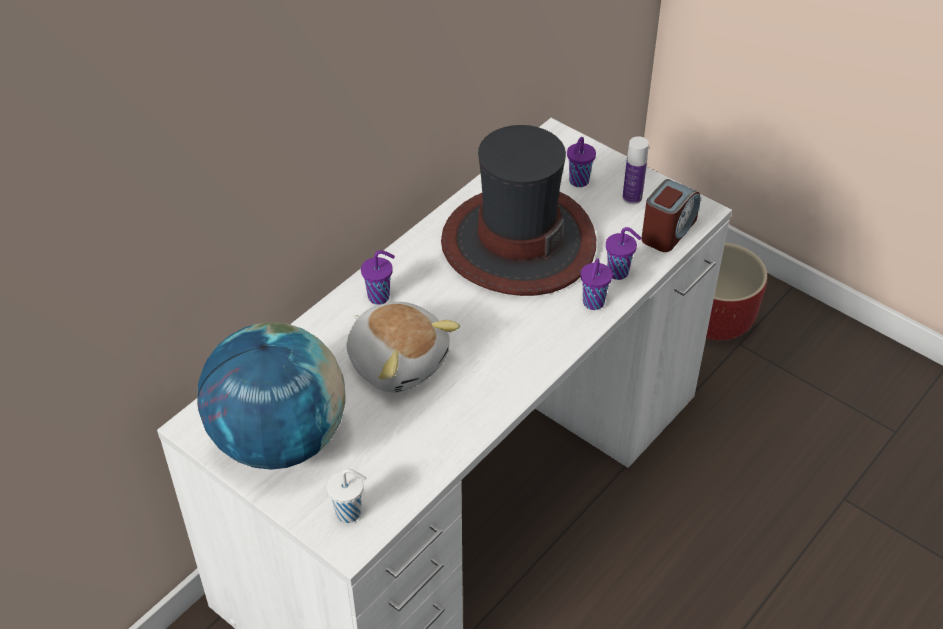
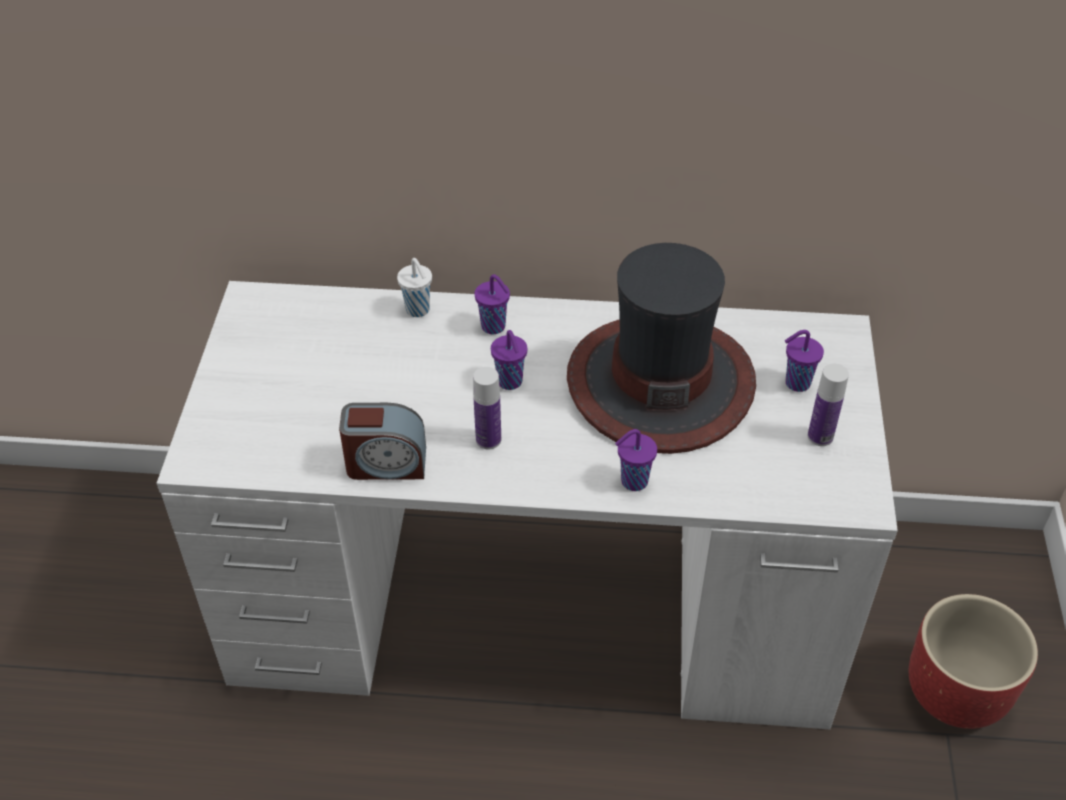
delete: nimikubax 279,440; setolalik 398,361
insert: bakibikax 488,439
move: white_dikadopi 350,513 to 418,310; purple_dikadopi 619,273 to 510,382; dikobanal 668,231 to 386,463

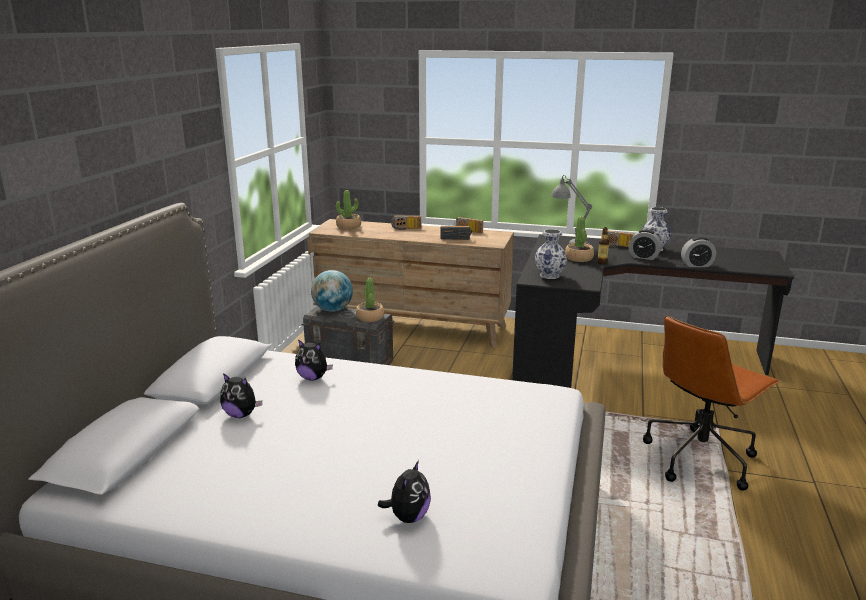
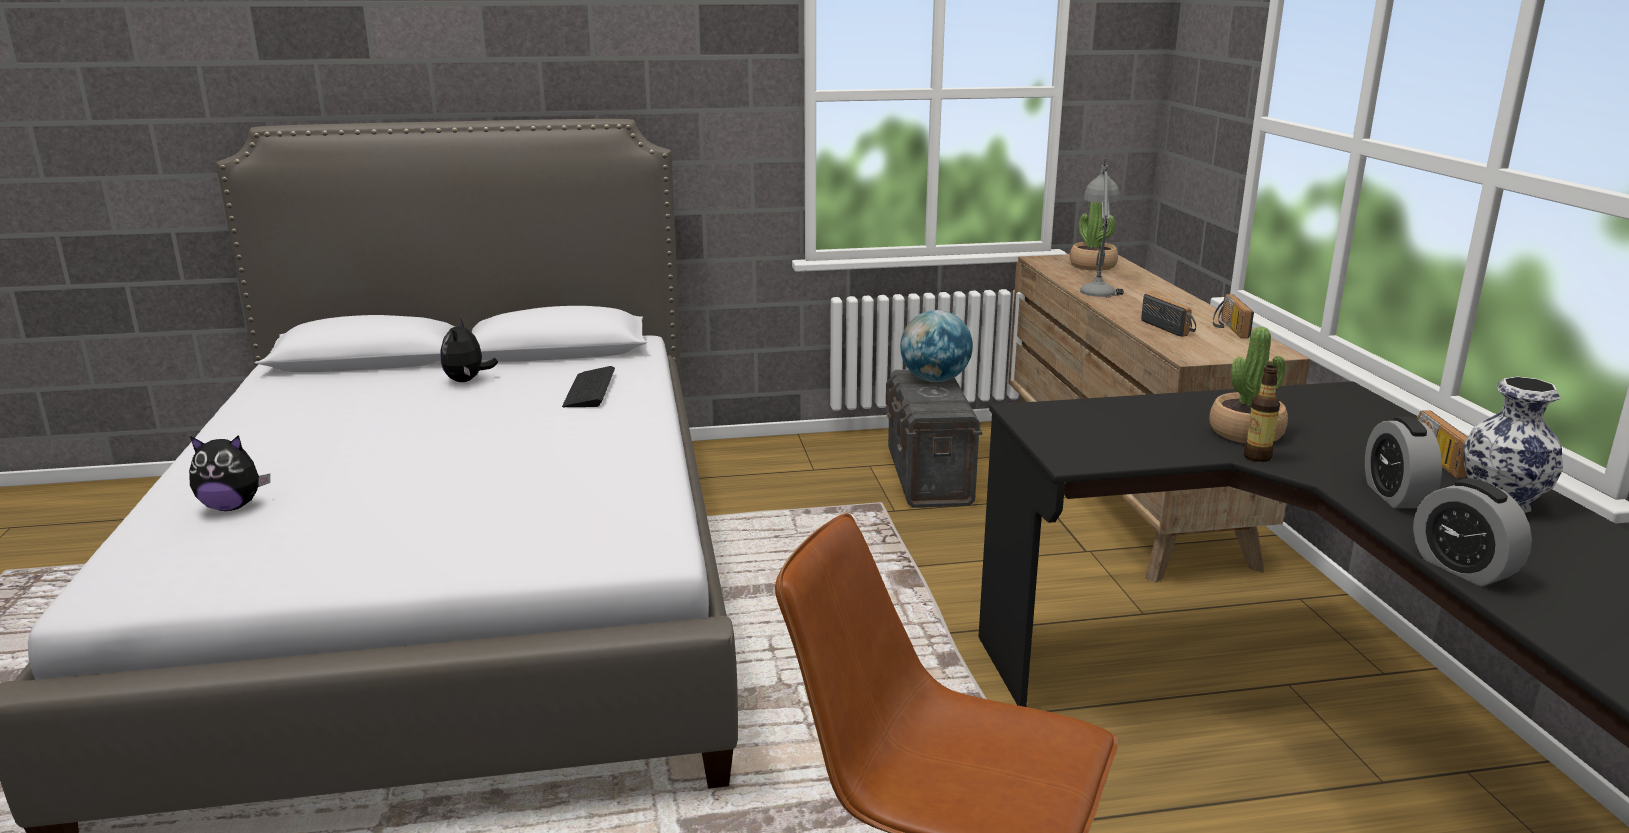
delete: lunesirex 370,317; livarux 406,228; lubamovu 549,275
move: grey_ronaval 569,241 to 1097,287
replace: setolalik 313,378 to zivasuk 589,390

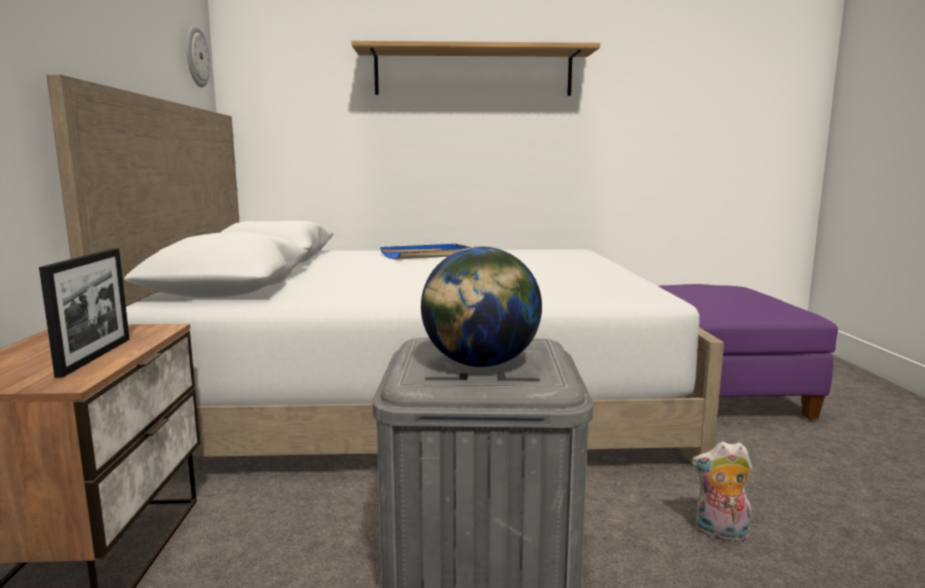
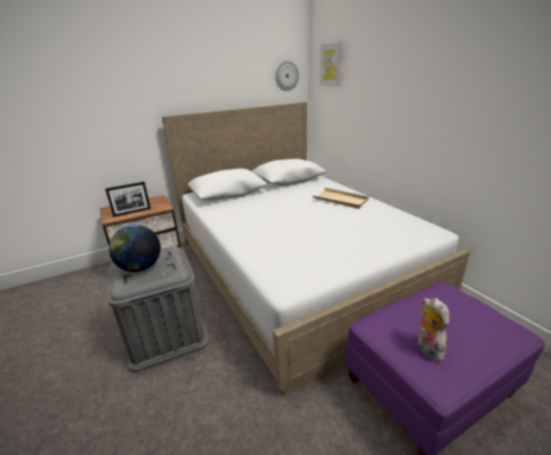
delete: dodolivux 473,73
insert: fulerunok 331,65
move: setolalik 720,534 to 426,348
recolor: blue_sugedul 428,255 to beige_sugedul 340,200

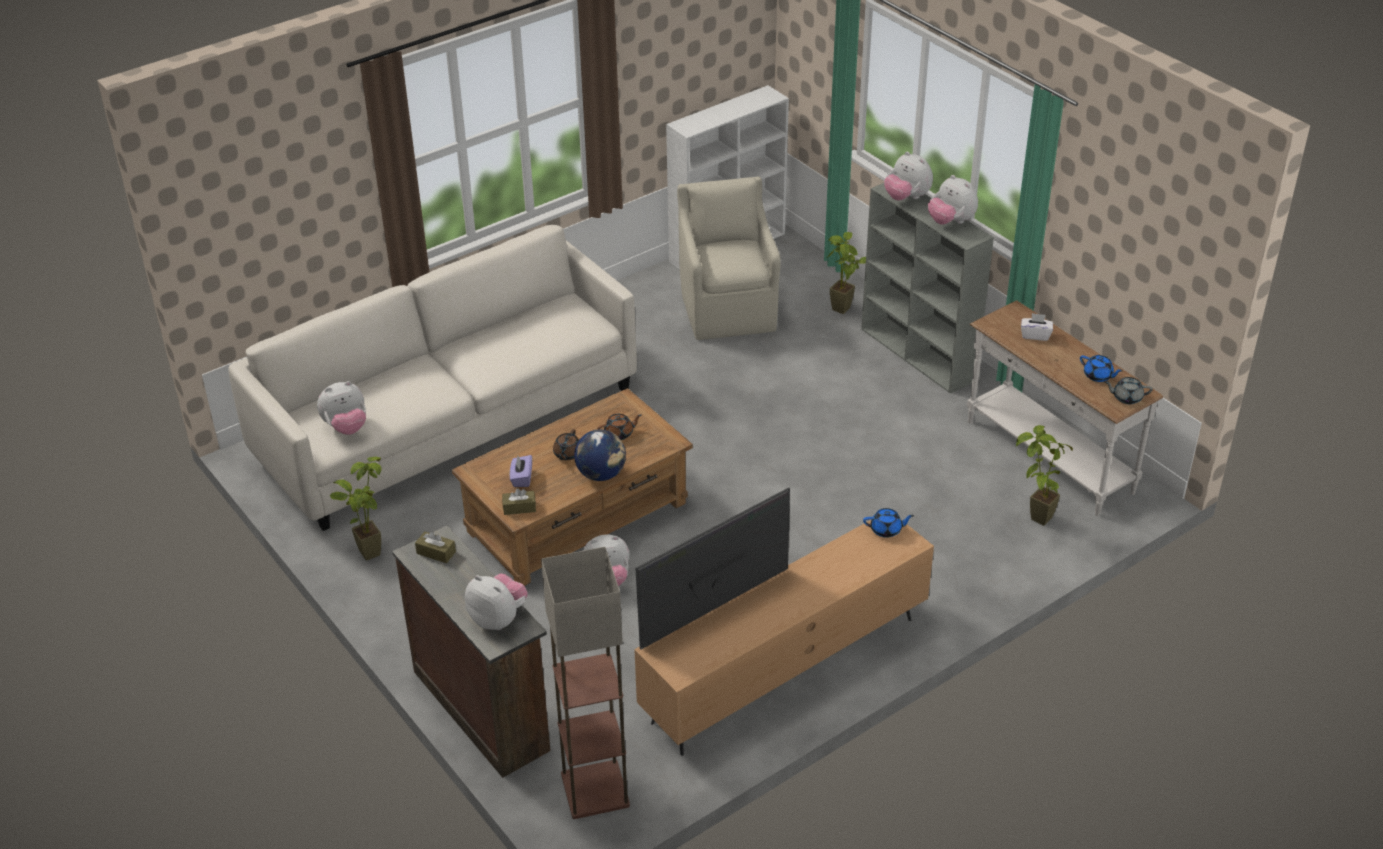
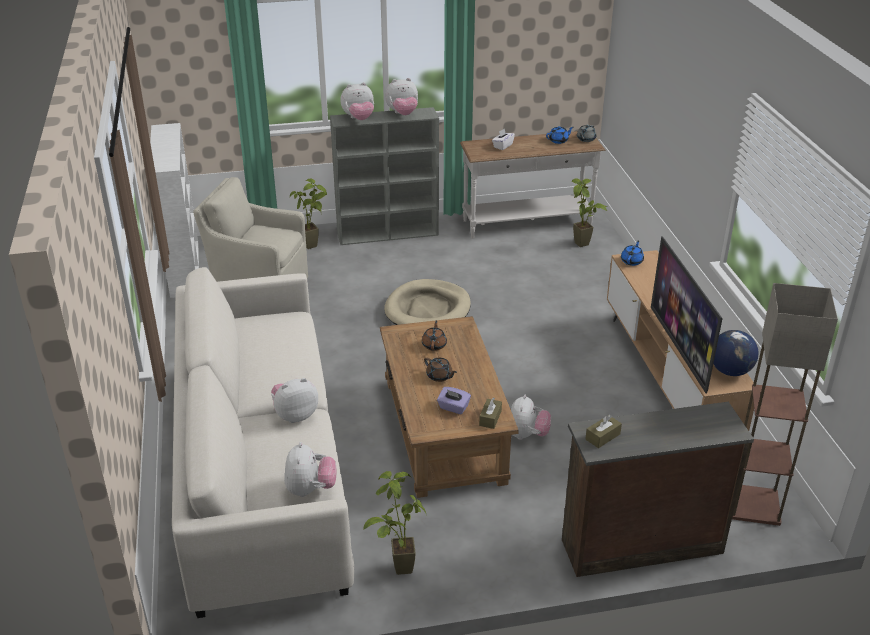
insert: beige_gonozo 428,310
move: setolalik 498,618 to 295,415; nimikubax 601,474 to 730,371

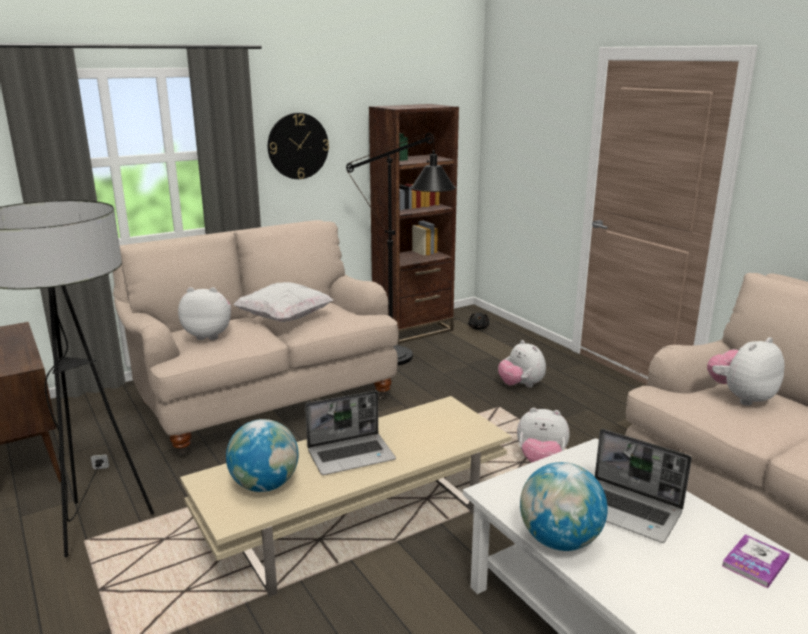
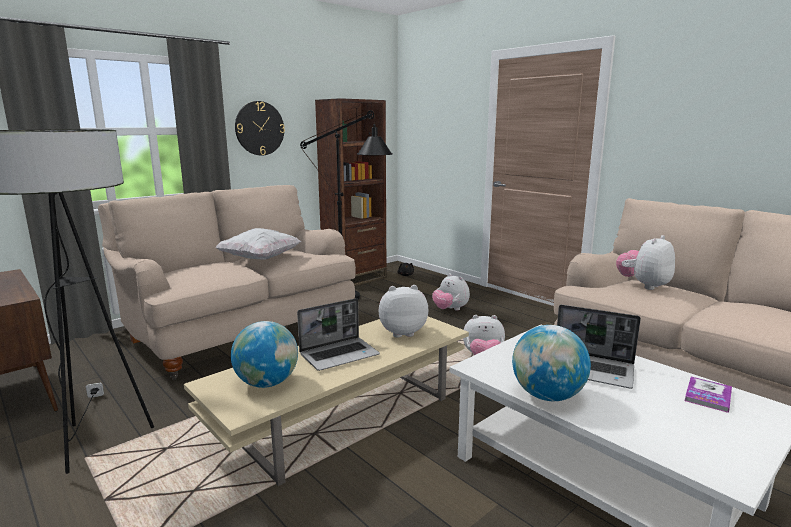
move: setolalik 209,335 to 402,332

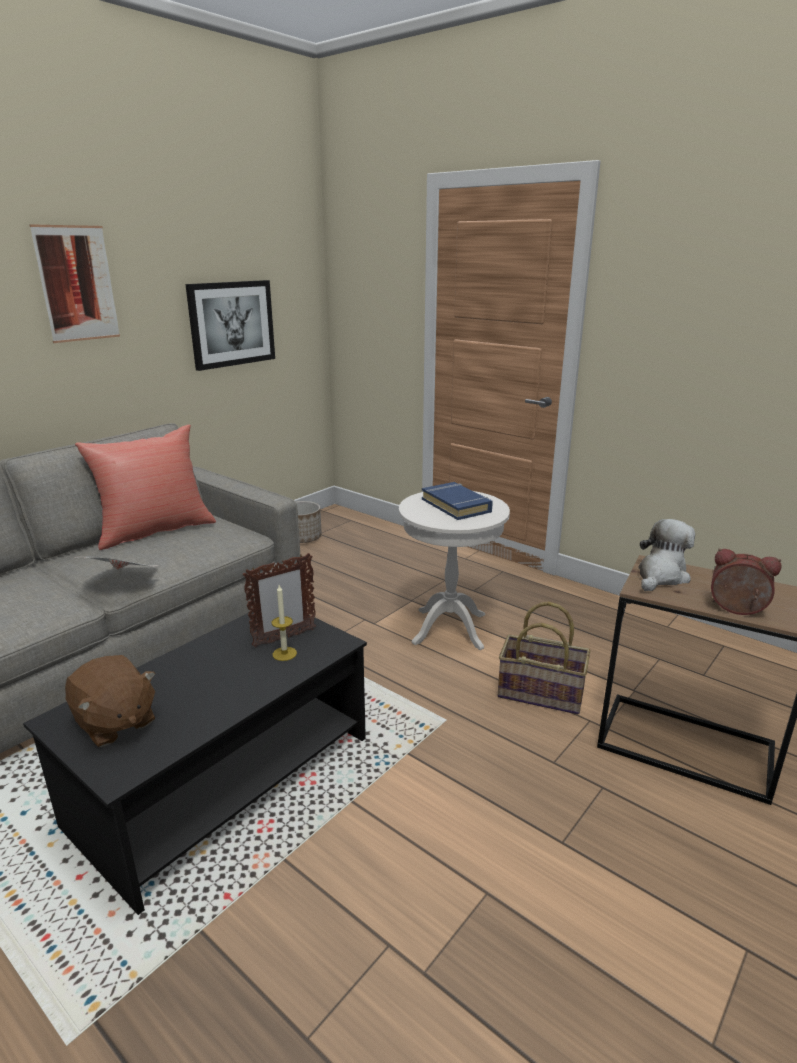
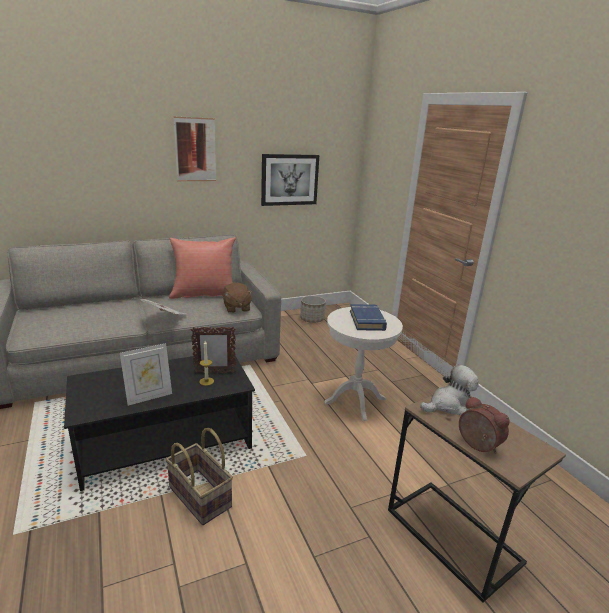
insert: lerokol 149,397
move: brown_setolalik 115,723 to 236,308; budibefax 541,693 to 201,496

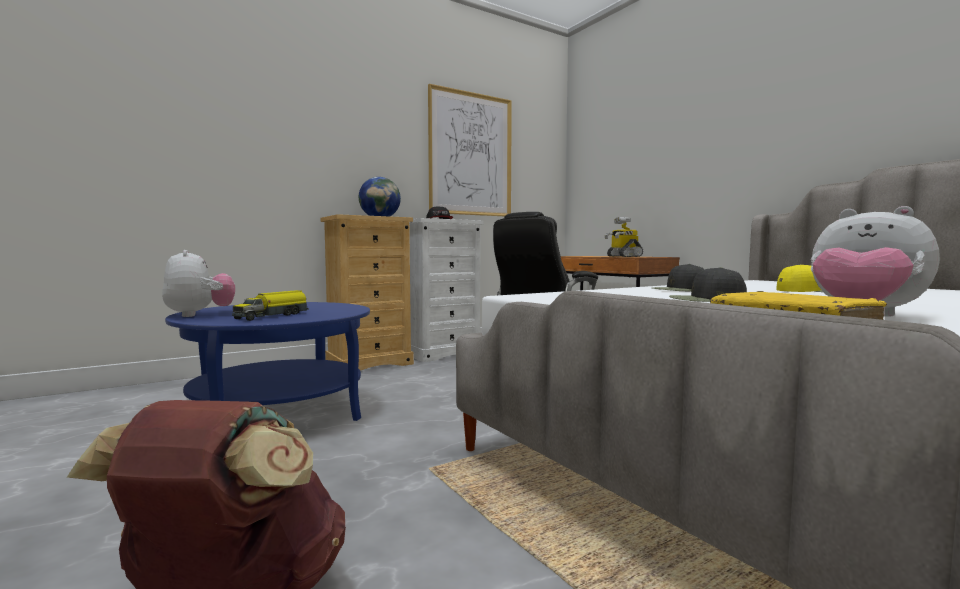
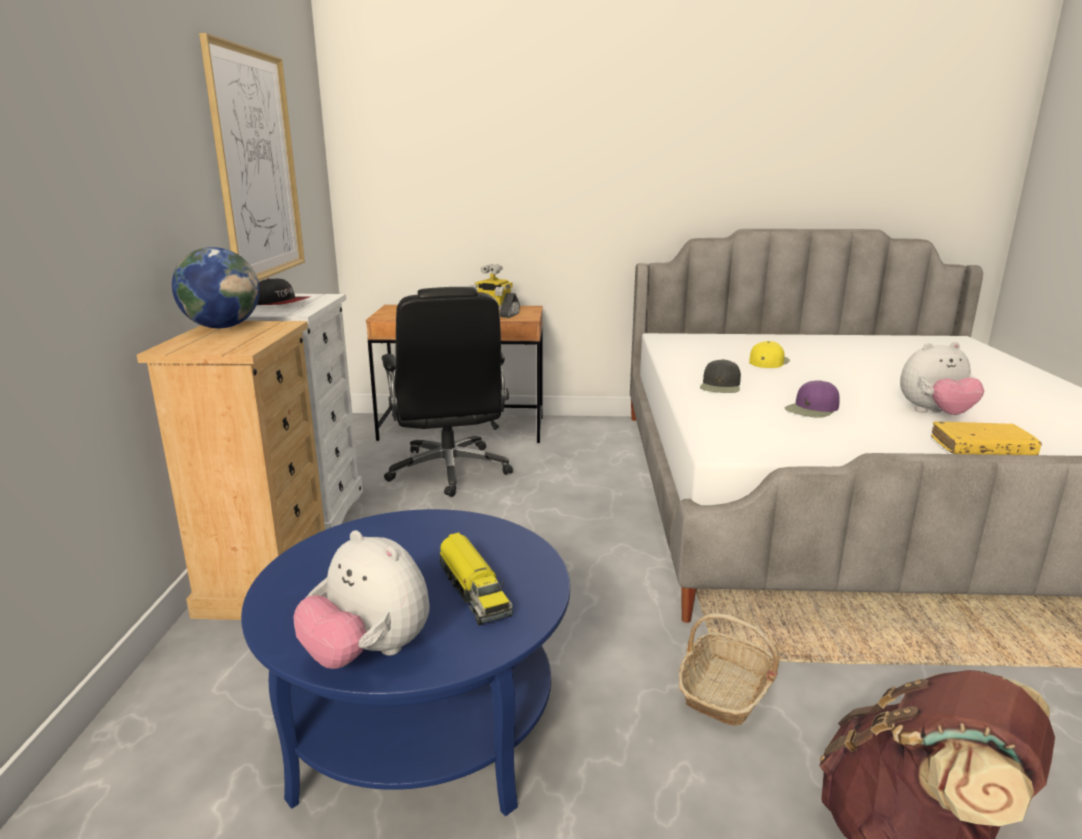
insert: budibefax 725,691
recolor: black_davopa 705,299 to purple_davopa 812,409
rotate: setolalik 199,314 = 368,653 150 degrees counterclockwise

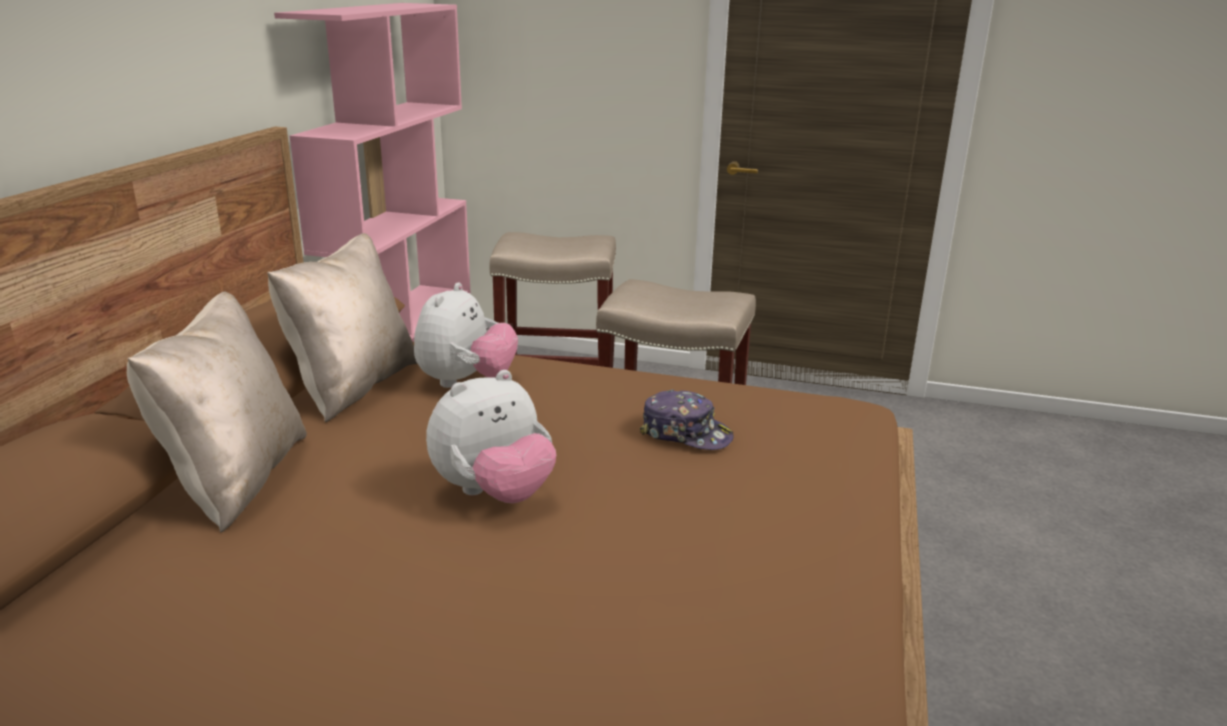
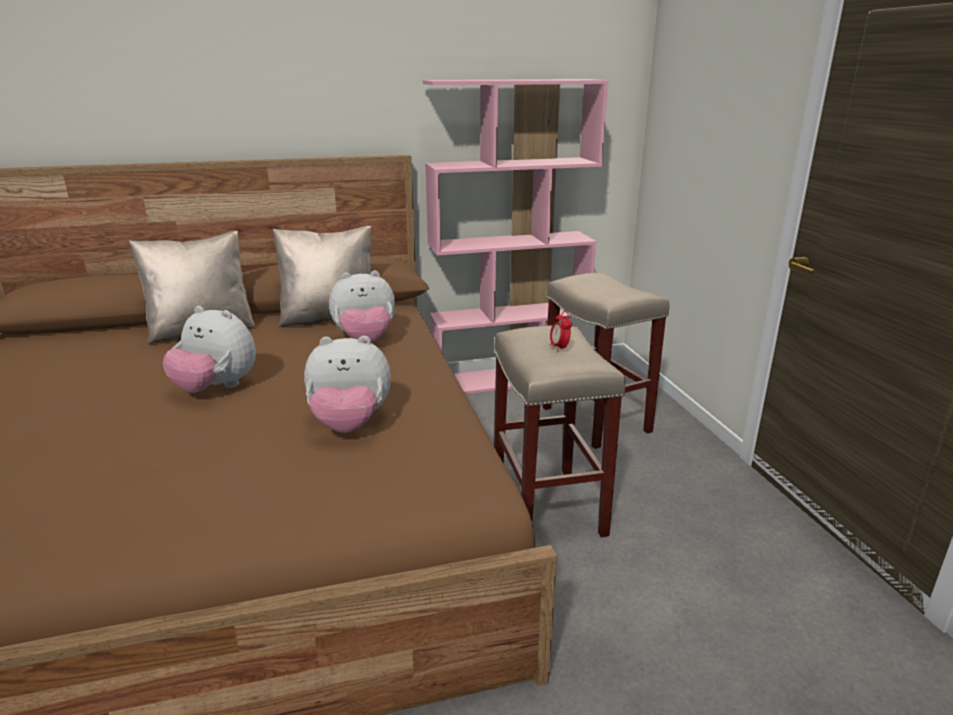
insert: dikobanal 559,348
replace: davopa 686,434 to setolalik 350,424

